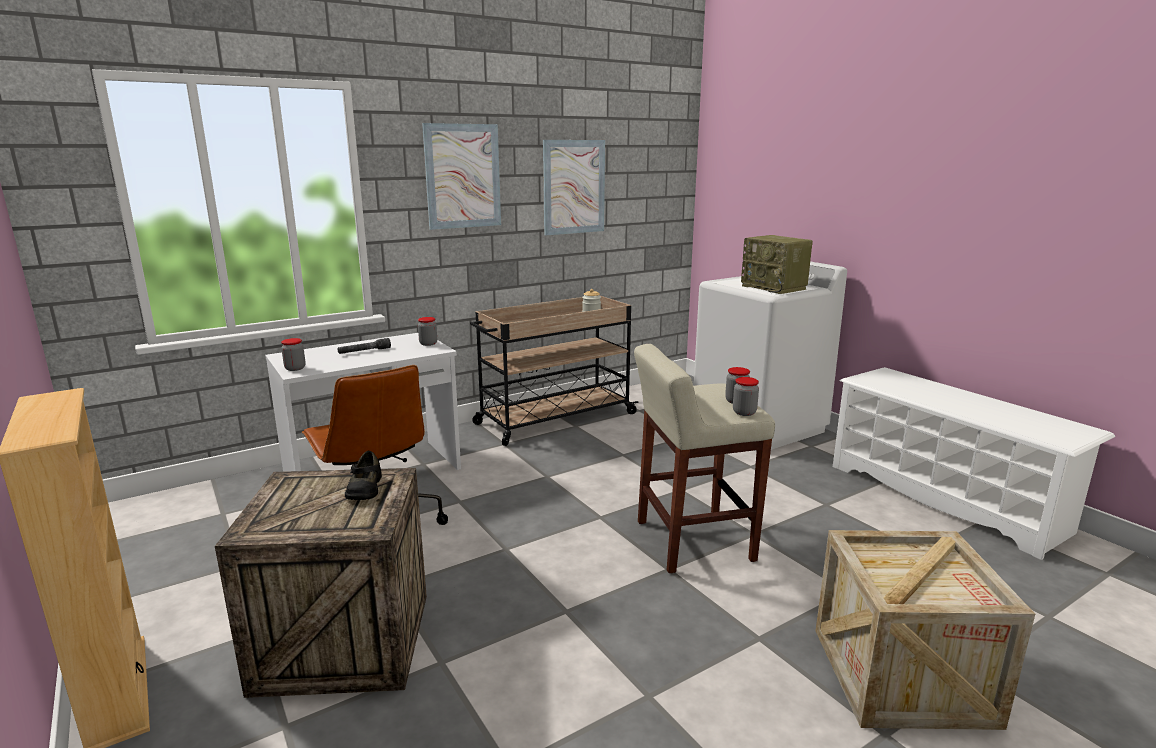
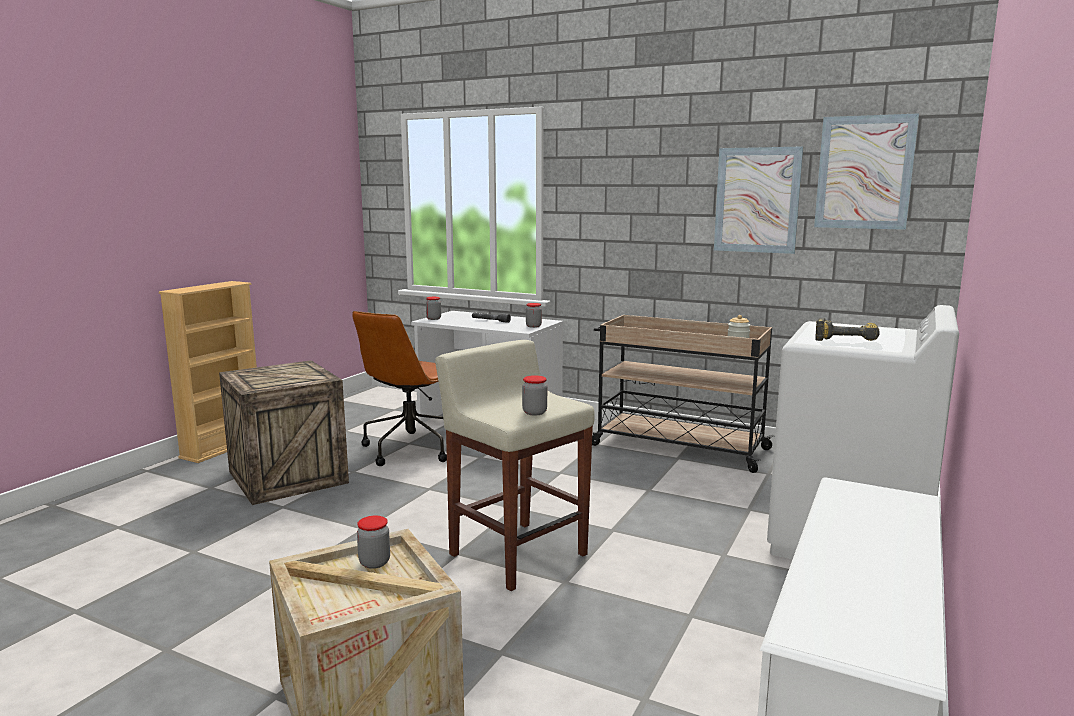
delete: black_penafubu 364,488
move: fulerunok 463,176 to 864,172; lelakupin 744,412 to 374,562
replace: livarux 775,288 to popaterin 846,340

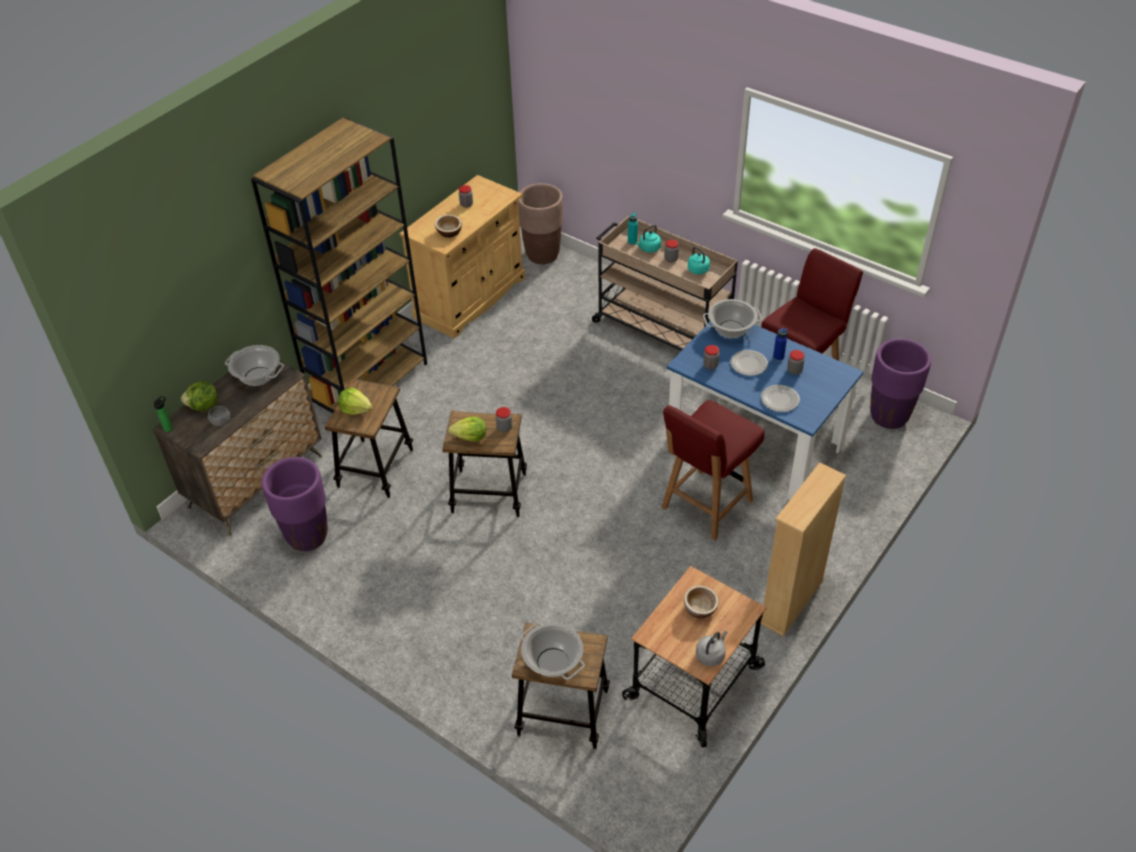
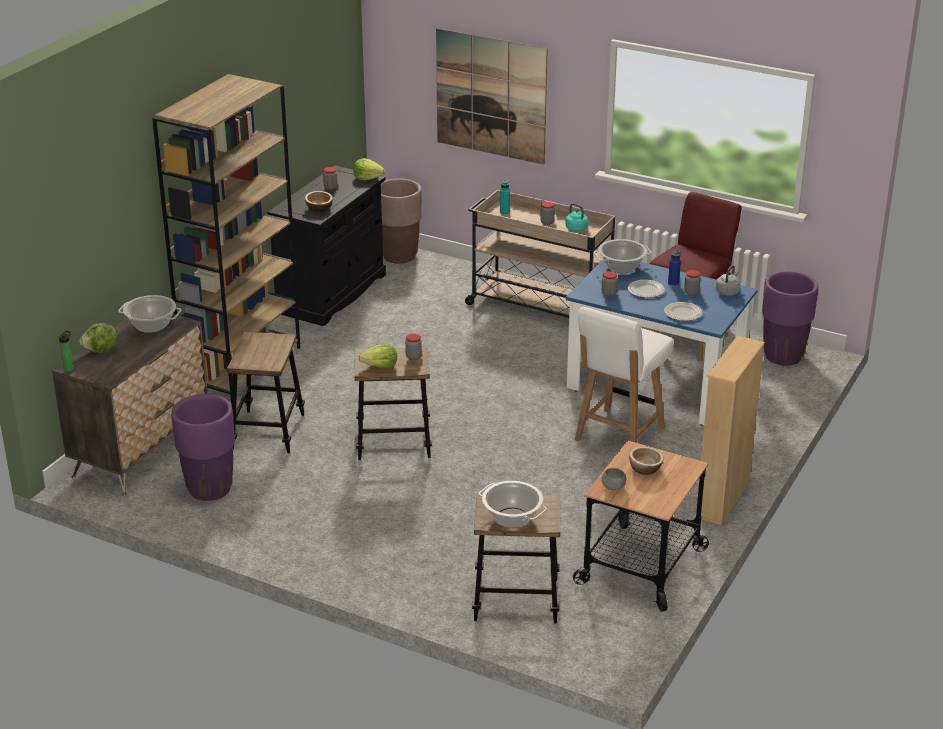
delete: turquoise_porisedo 648,249
insert: fulerunok 491,96
move: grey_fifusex 221,422 to 613,487; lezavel 356,408 to 368,177; grey_porisedo 711,655 to 728,292
recolor: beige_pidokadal 470,297 to black_pidokadal 332,293; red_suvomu 705,505 to white_suvomu 618,435

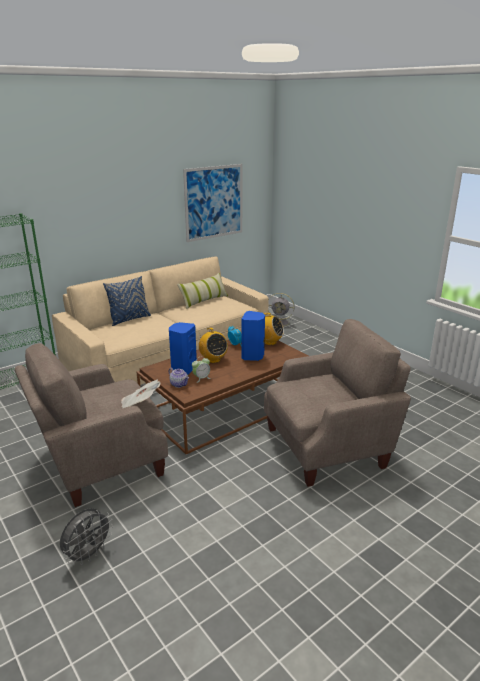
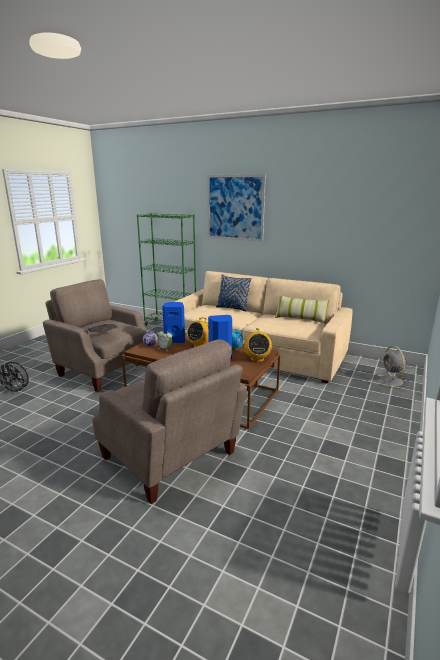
move: fulerunok 214,202 to 235,208

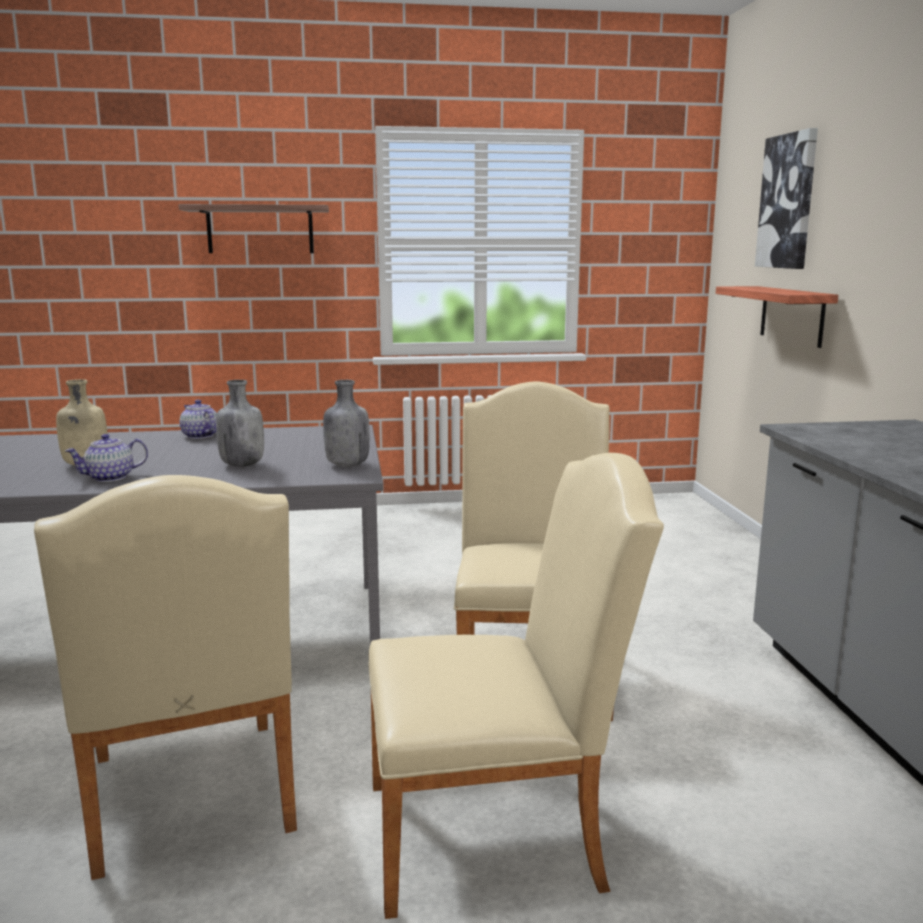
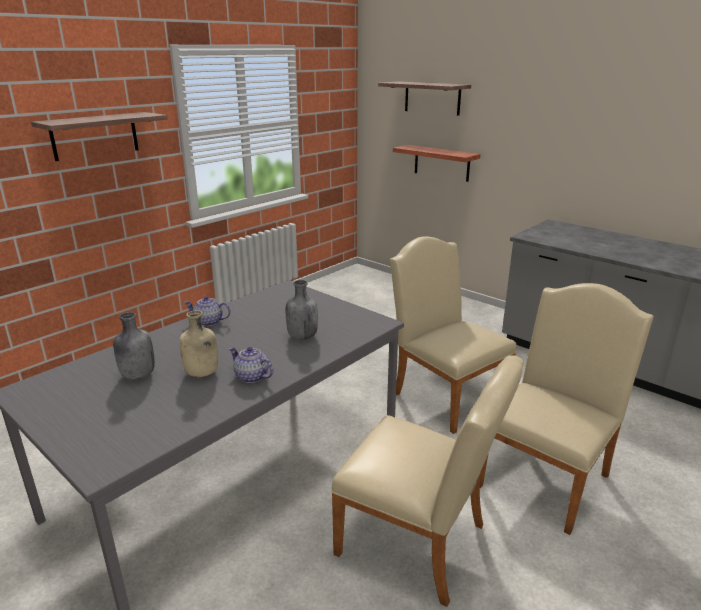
move: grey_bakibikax 346,465 to 137,375
replace: fulerunok 788,201 to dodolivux 432,98
rotate: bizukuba 109,478 = 251,377 105 degrees clockwise

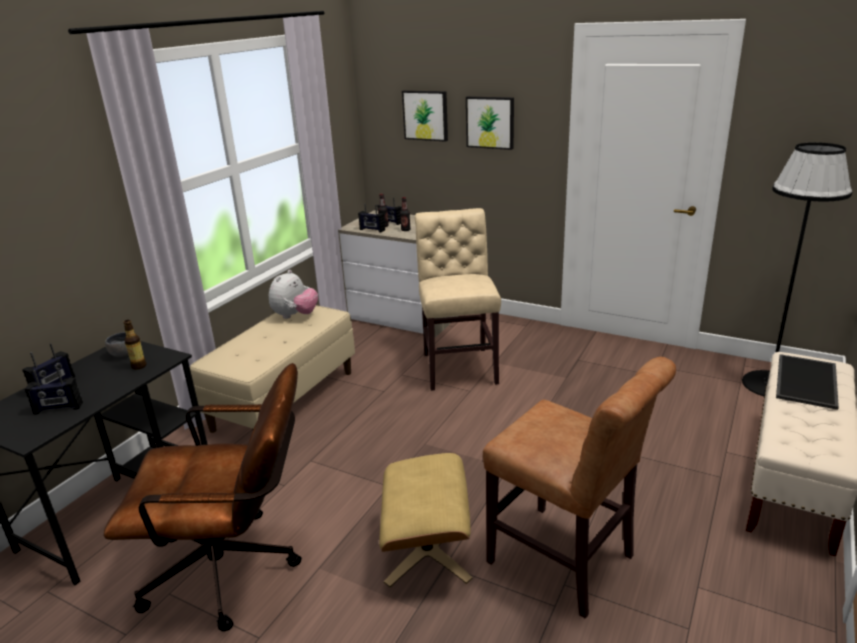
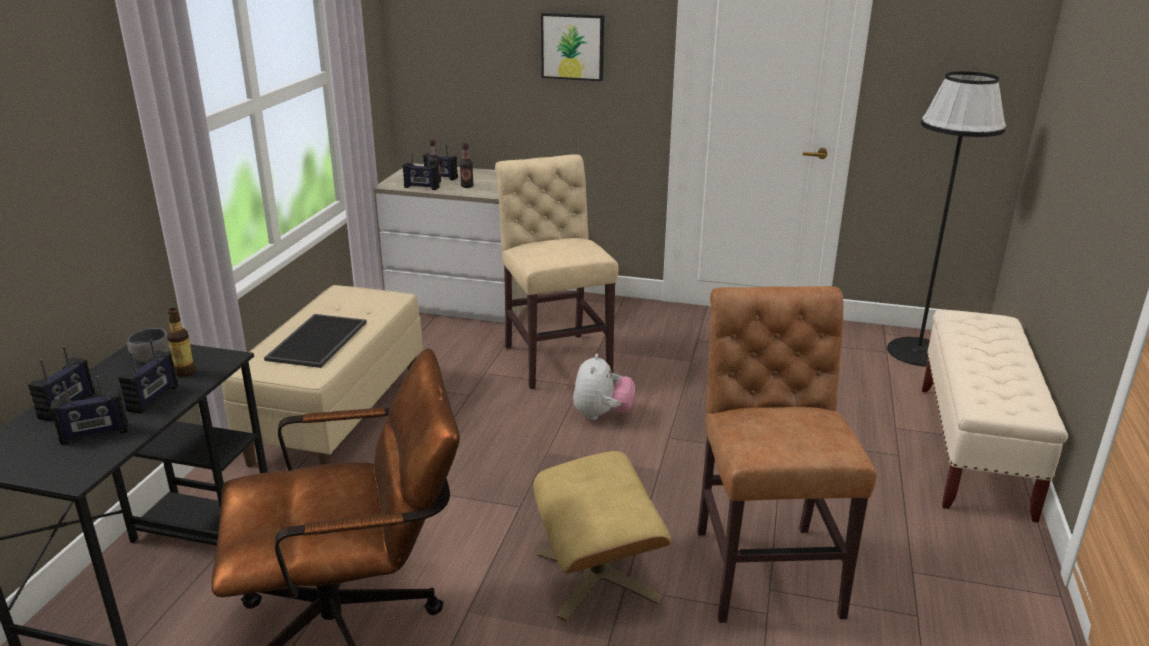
delete: fulerunok 426,115
insert: livarux 153,398
move: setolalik 295,316 to 602,415; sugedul 808,382 to 318,341
rotate: brown_suvomu 567,563 = 764,566 120 degrees counterclockwise

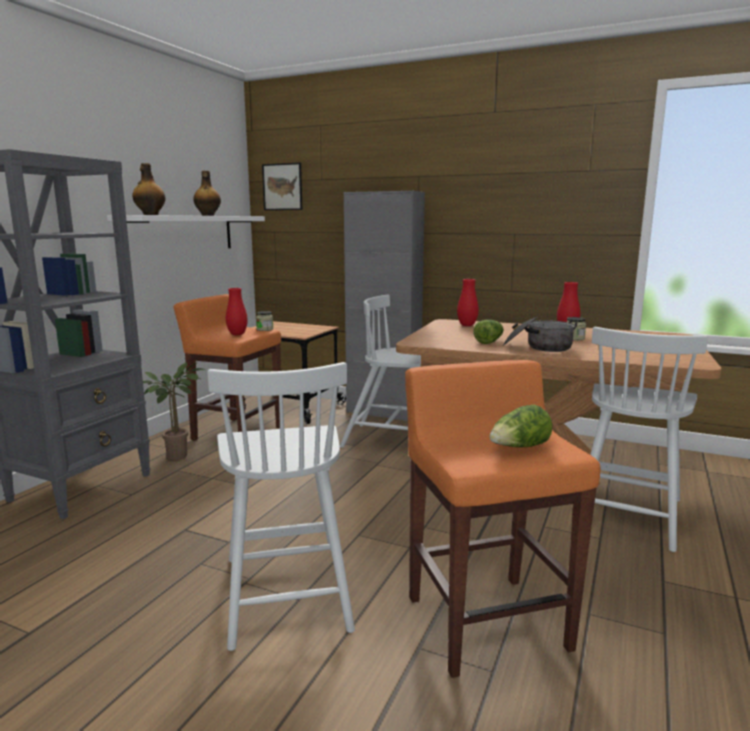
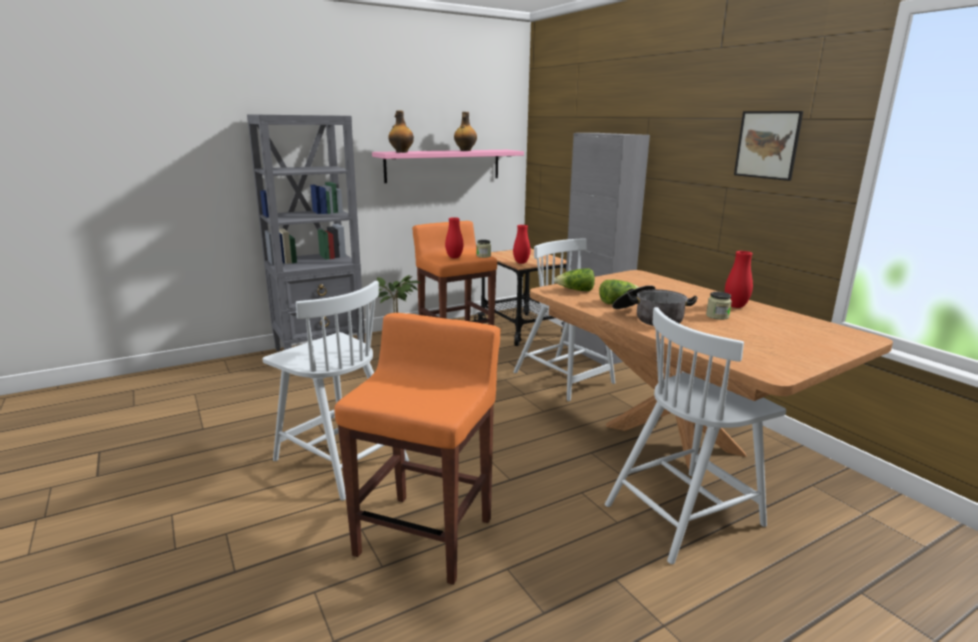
move: fulerunok 282,187 to 767,145; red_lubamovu 467,325 to 521,263; lezavel 519,448 to 576,290
recolor: white_dodolivux 181,233 to pink_dodolivux 443,165
rotate: white_suvomu 286,590 = 339,459 75 degrees counterclockwise

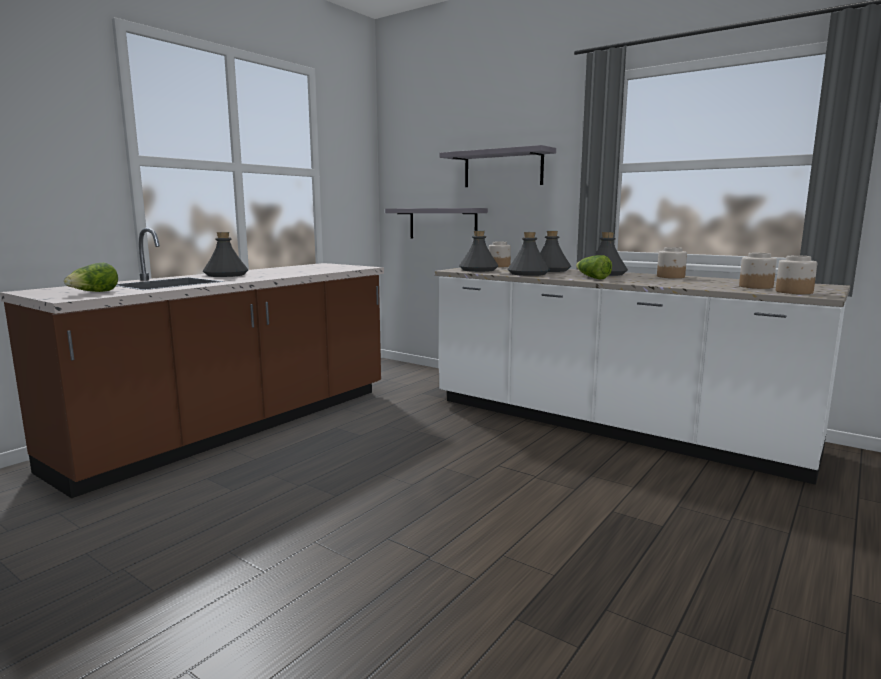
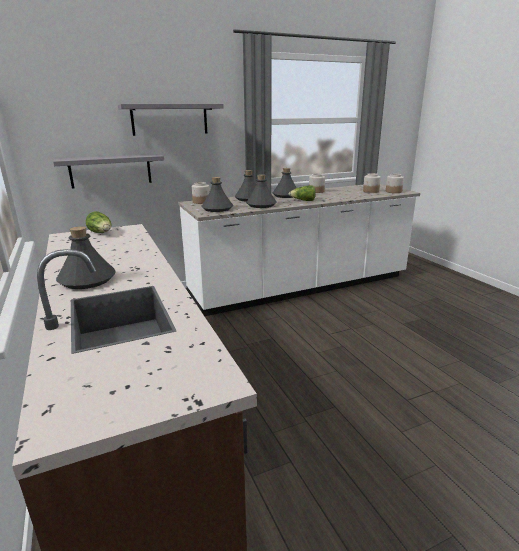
move: lezavel 94,292 to 101,233

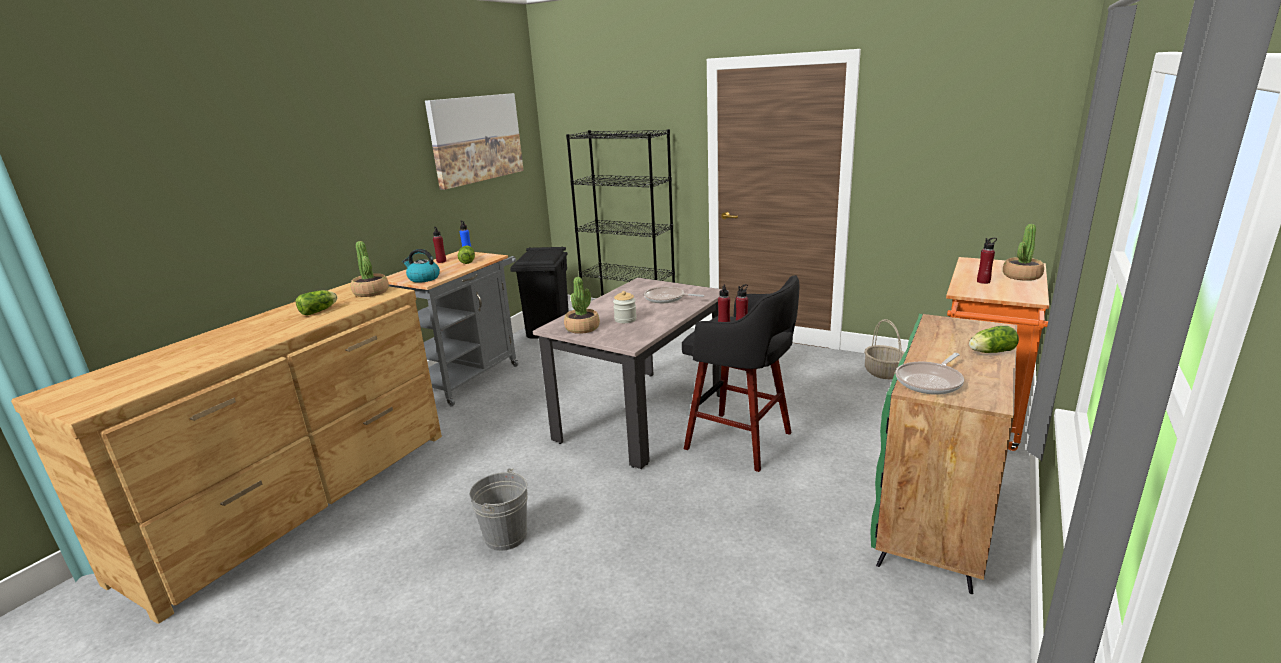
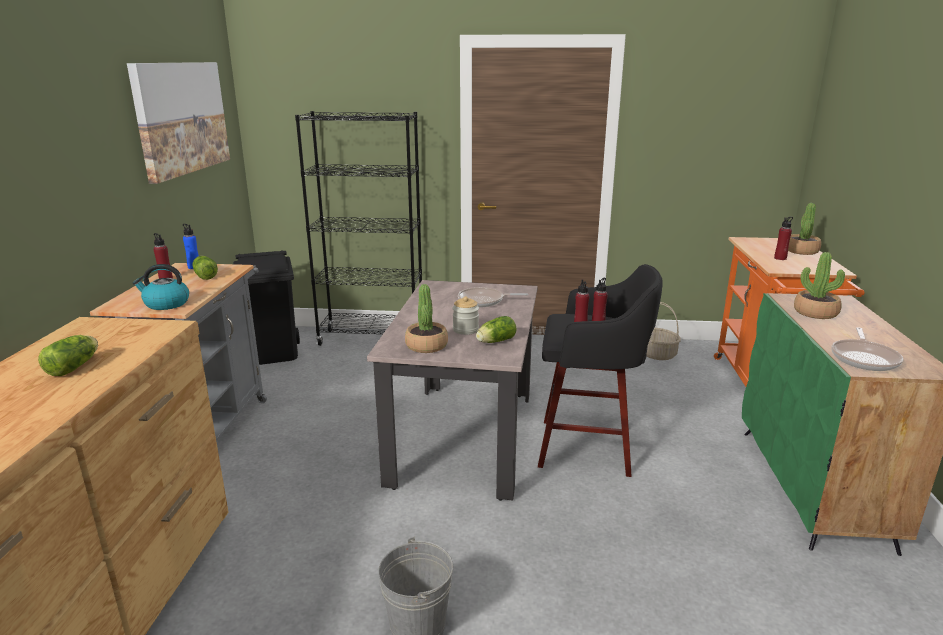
move: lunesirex 371,292 to 815,313; lezavel 990,352 to 494,341

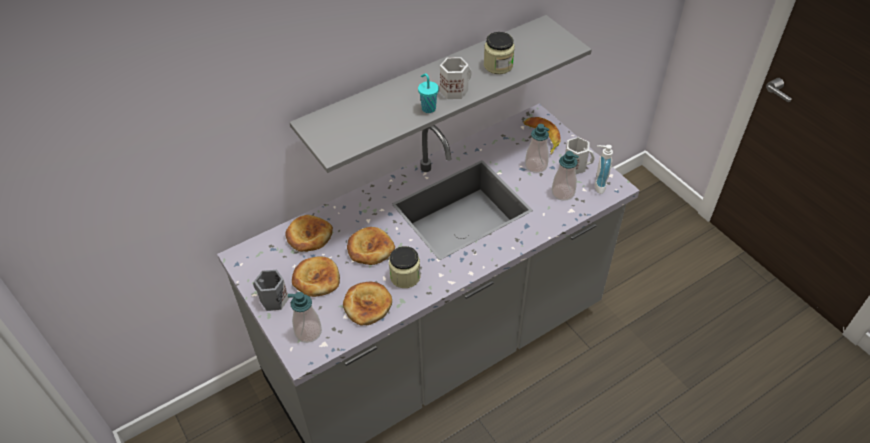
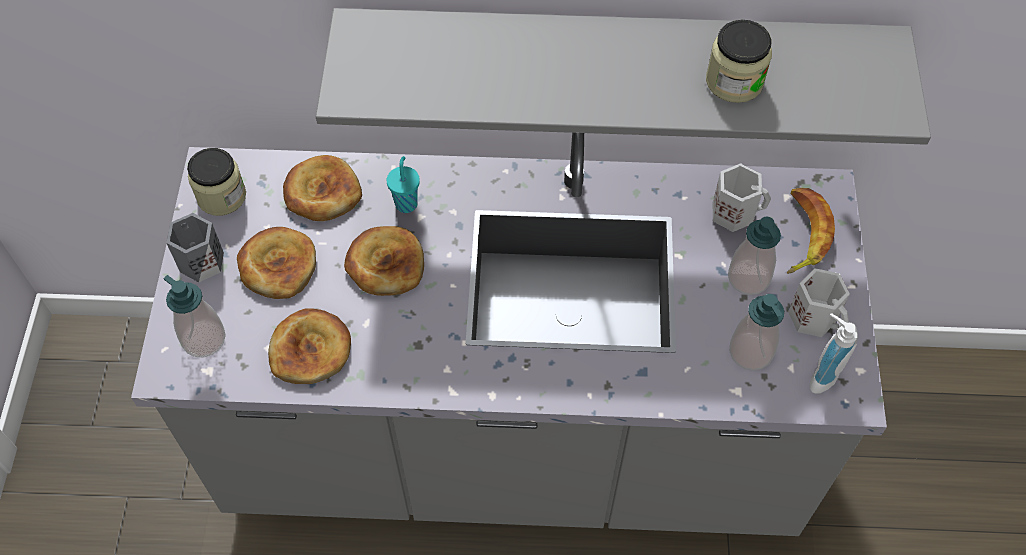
move: lelakupin 405,276 to 221,196; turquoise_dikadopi 428,108 to 406,203; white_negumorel 454,90 to 734,212

